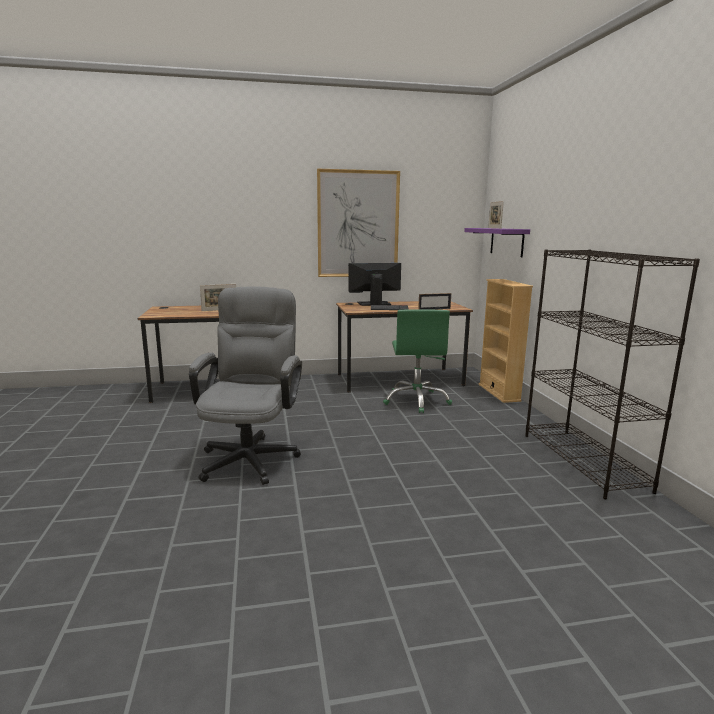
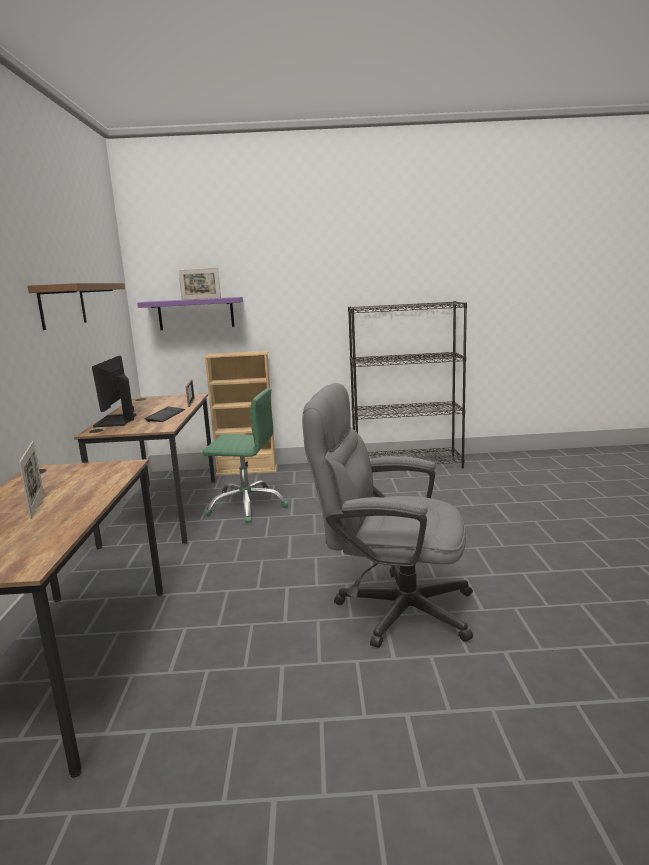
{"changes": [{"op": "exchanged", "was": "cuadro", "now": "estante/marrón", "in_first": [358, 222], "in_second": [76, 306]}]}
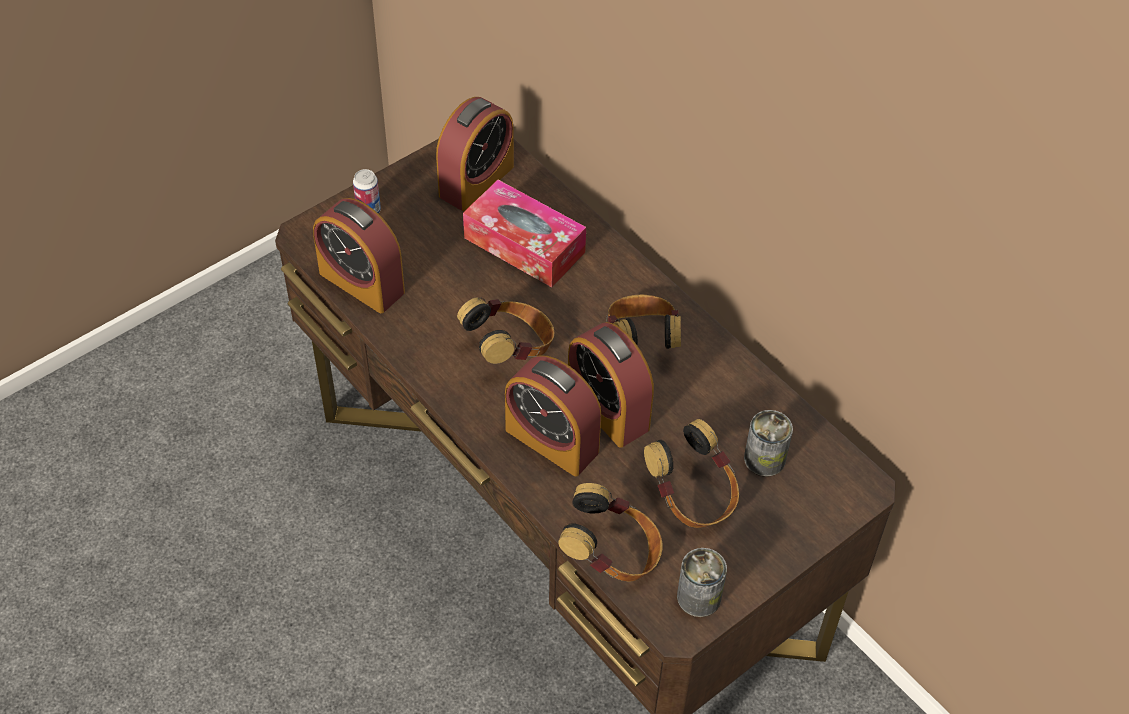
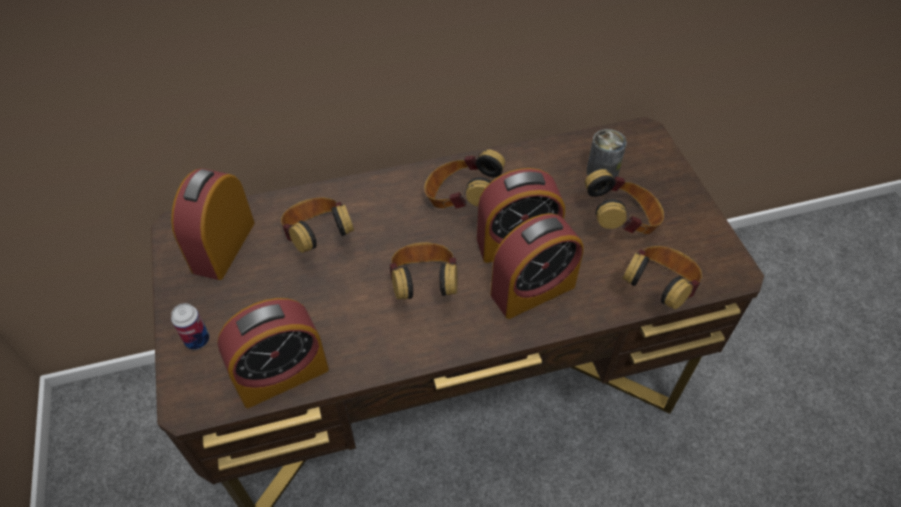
{"changes": [{"op": "spun", "was": "despertador", "in_first": [475, 154], "in_second": [213, 224], "clockwise": -135}, {"op": "exchanged", "was": "caja de pañuelos", "now": "auriculares", "in_first": [524, 233], "in_second": [317, 225]}, {"op": "missing", "was": "lata", "in_first": [702, 582]}]}
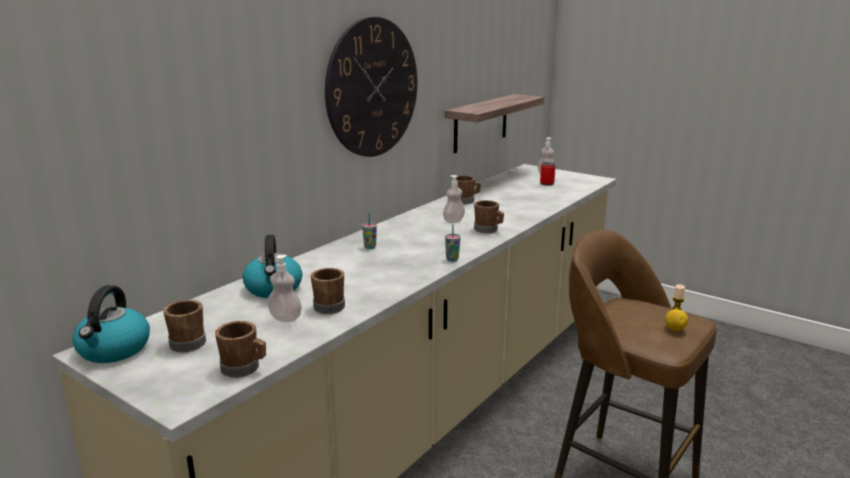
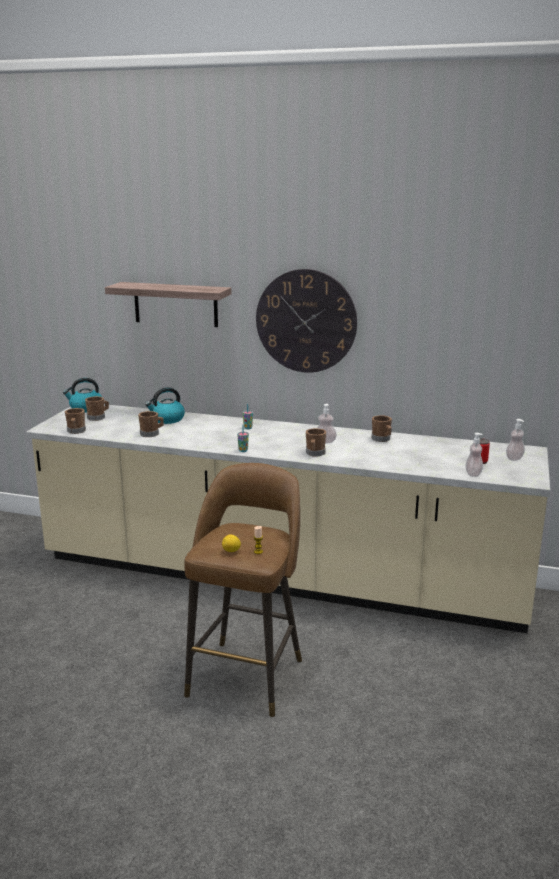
{"changes": [{"op": "relocated", "was": "estante", "in_first": [494, 123], "in_second": [168, 304]}, {"op": "relocated", "was": "dispensador de jabón", "in_first": [284, 288], "in_second": [474, 455]}]}
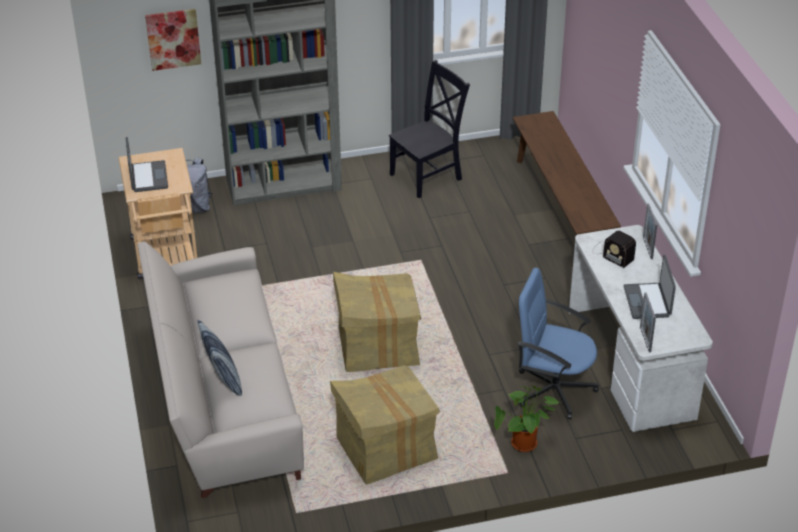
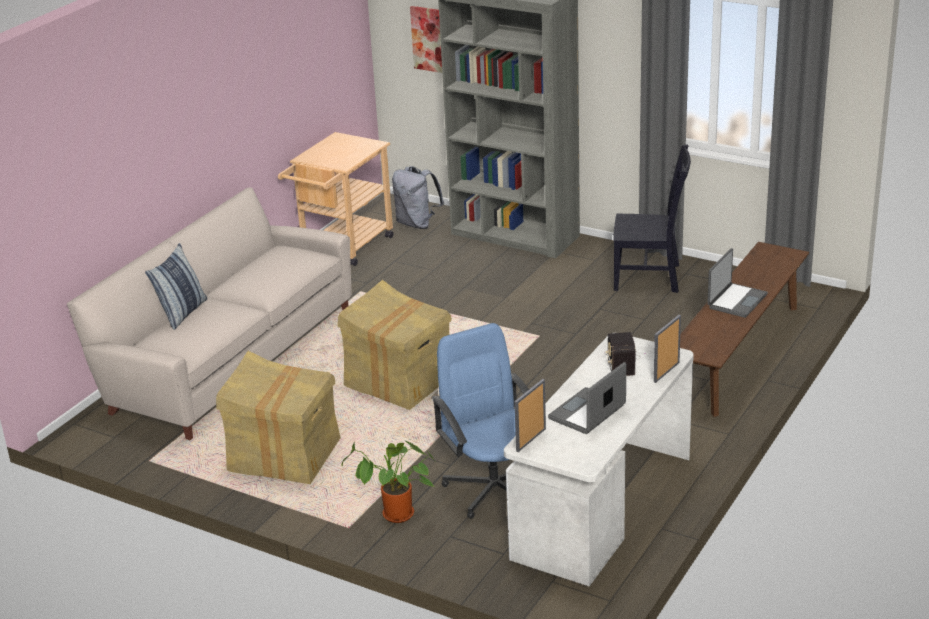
{"changes": [{"op": "relocated", "was": "portátil", "in_first": [147, 164], "in_second": [737, 283]}]}
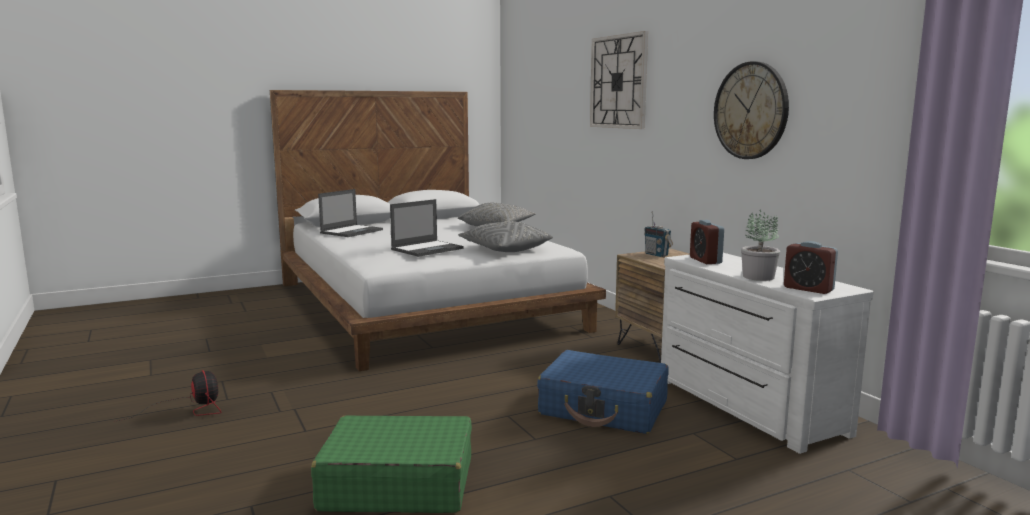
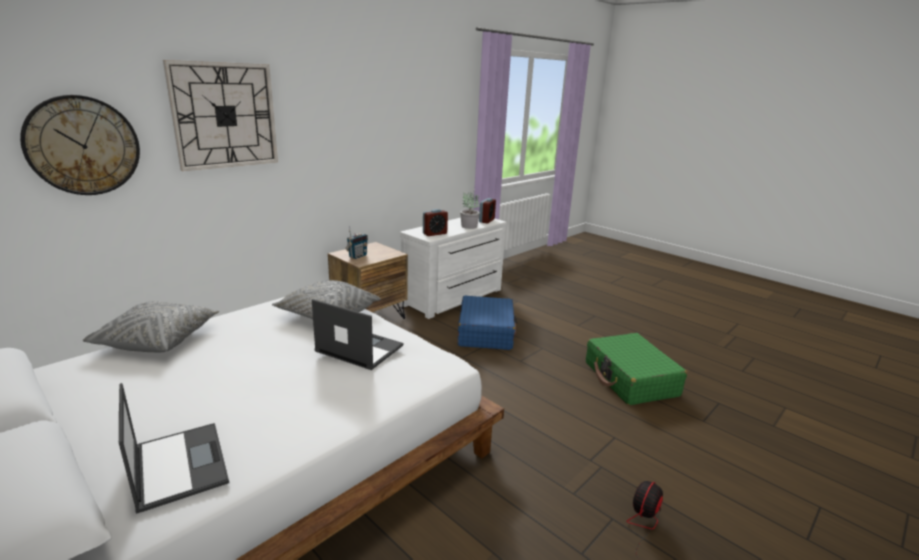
{"changes": [{"op": "relocated", "was": "reloj de pared", "in_first": [751, 110], "in_second": [80, 145]}, {"op": "spun", "was": "portátil", "in_first": [350, 213], "in_second": [174, 448], "clockwise": 45}]}
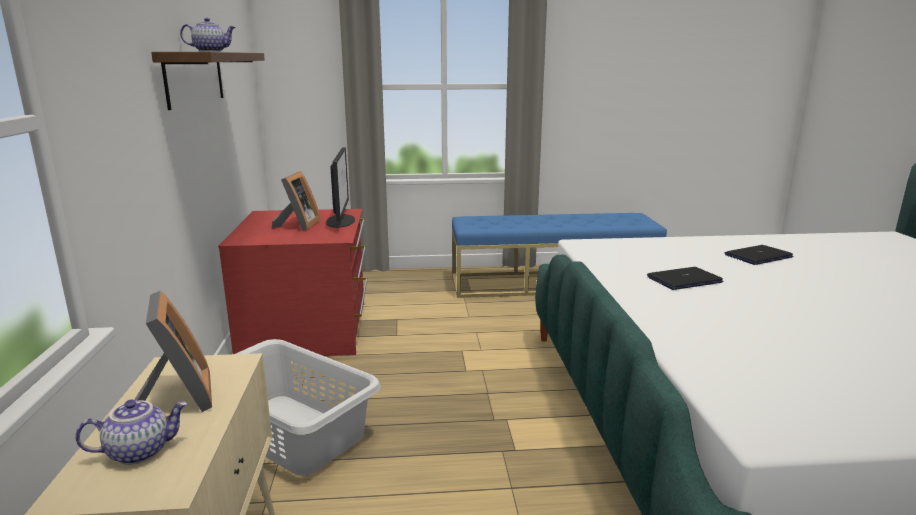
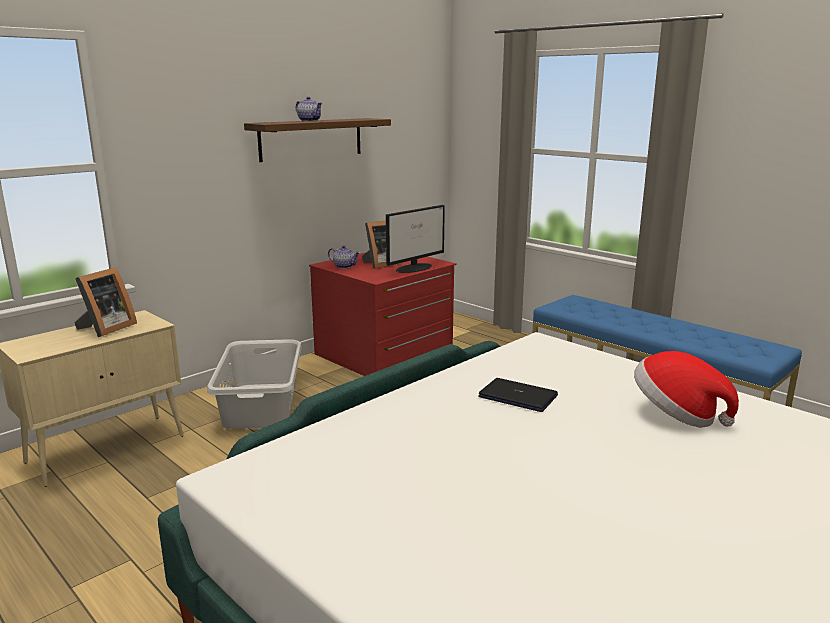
{"changes": [{"op": "exchanged", "was": "portátil", "now": "sombrero", "in_first": [759, 255], "in_second": [686, 389]}, {"op": "relocated", "was": "tetera", "in_first": [131, 432], "in_second": [344, 257]}]}
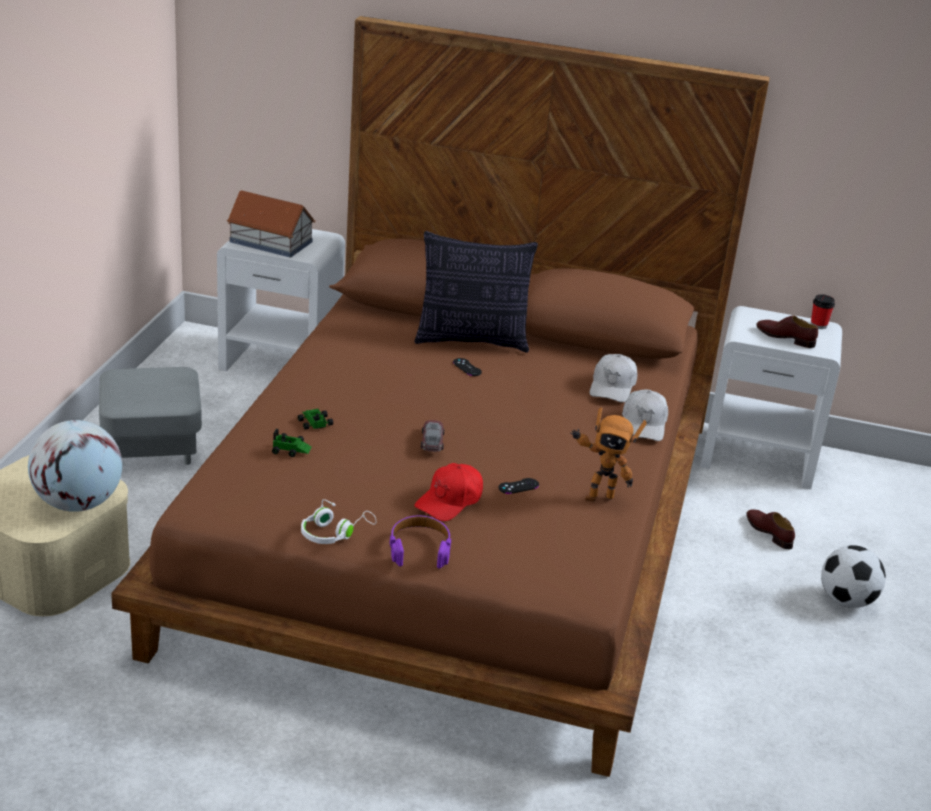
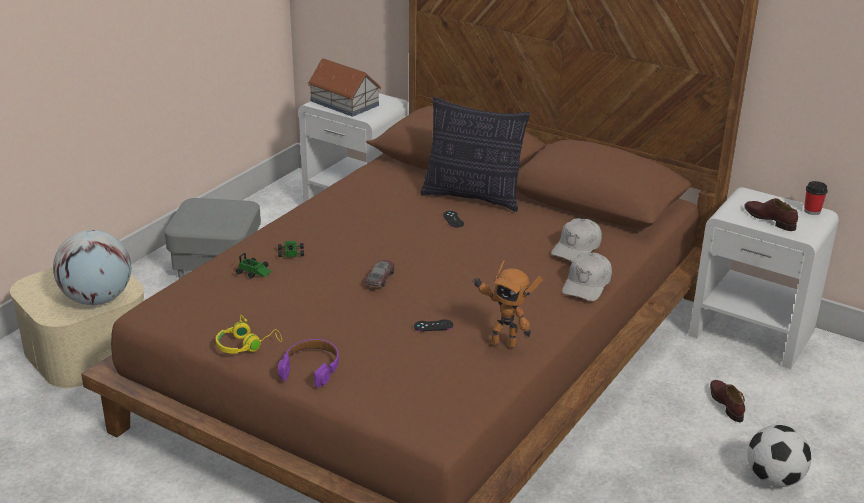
{"changes": [{"op": "missing", "was": "gorra/rojo", "in_first": [448, 492]}, {"op": "colour", "was": "auriculares/blanco", "now": "auriculares/amarillo", "in_first": [338, 521], "in_second": [249, 334]}]}
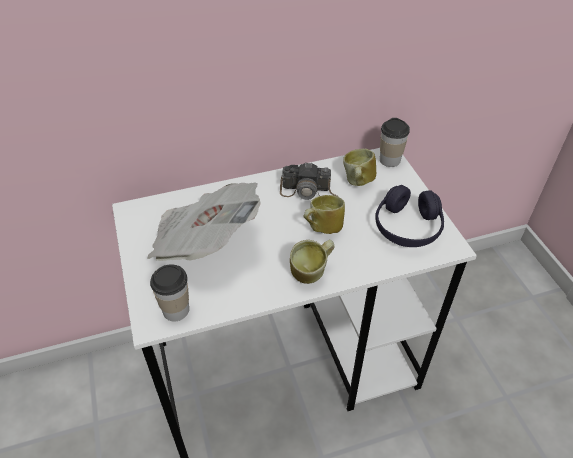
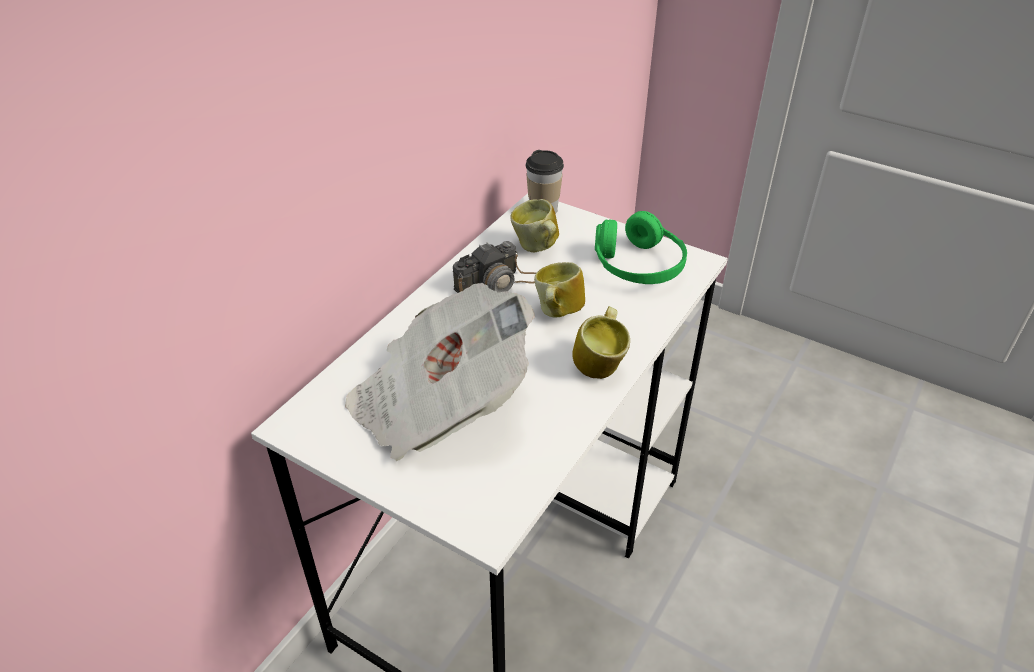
{"changes": [{"op": "colour", "was": "auriculares/morado", "now": "auriculares/verde", "in_first": [409, 216], "in_second": [641, 247]}, {"op": "missing", "was": "taza", "in_first": [169, 292]}]}
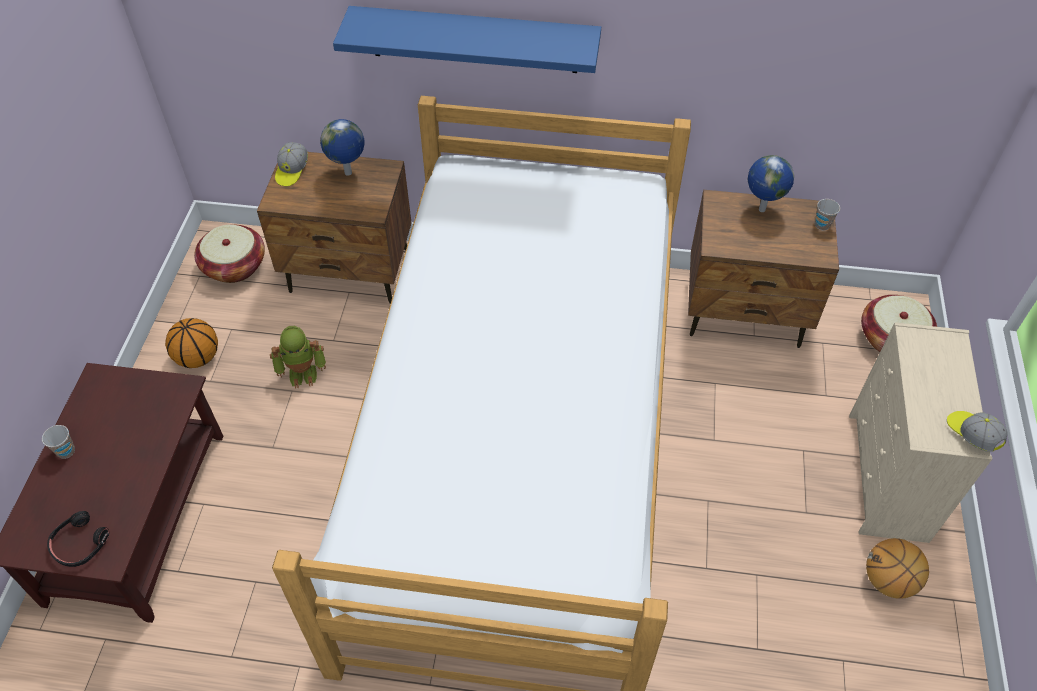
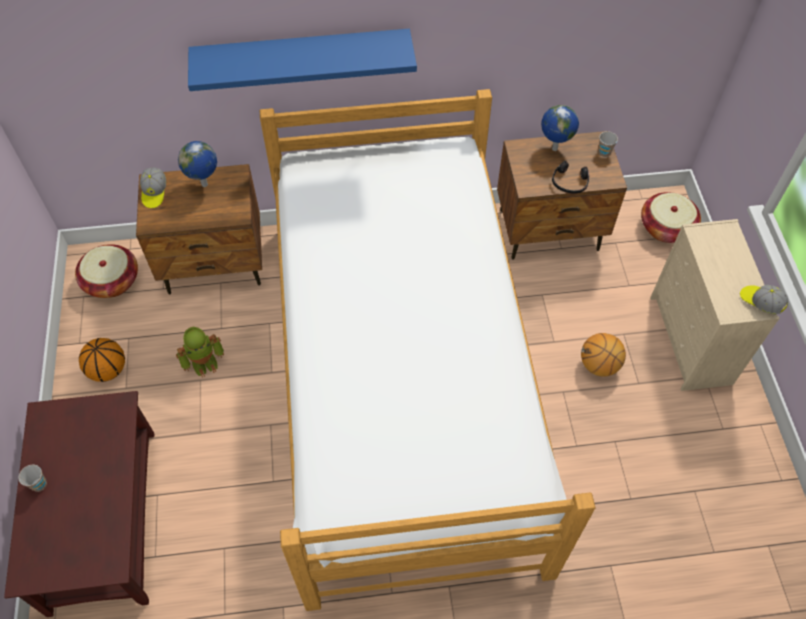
{"changes": [{"op": "relocated", "was": "auriculares/negro", "in_first": [78, 539], "in_second": [570, 177]}, {"op": "relocated", "was": "balón de baloncesto", "in_first": [897, 568], "in_second": [603, 354]}]}
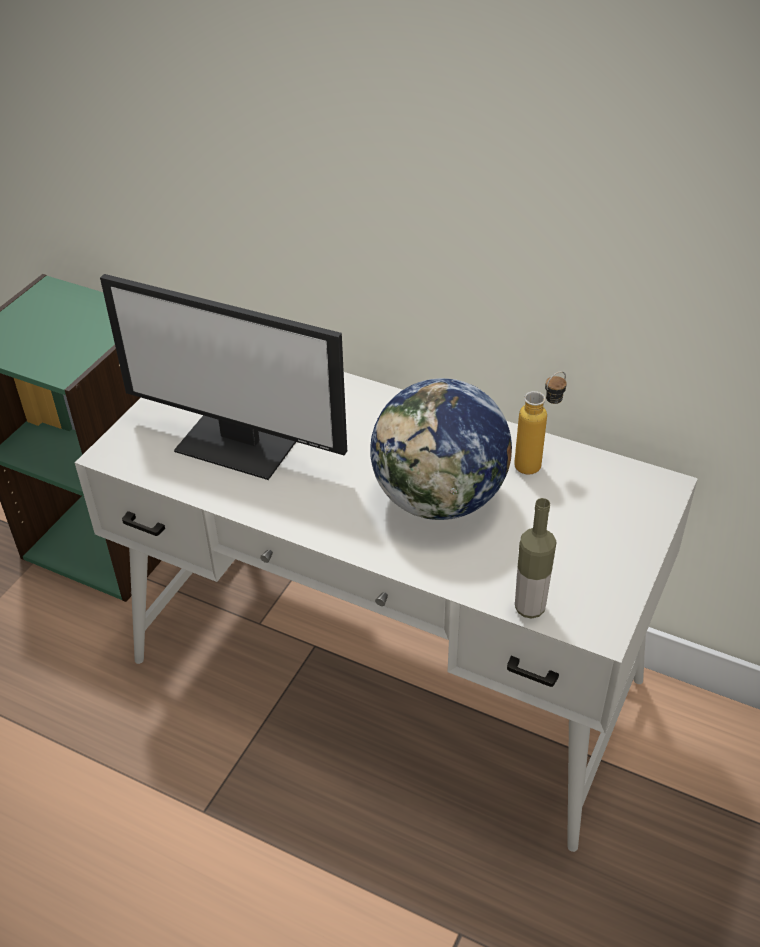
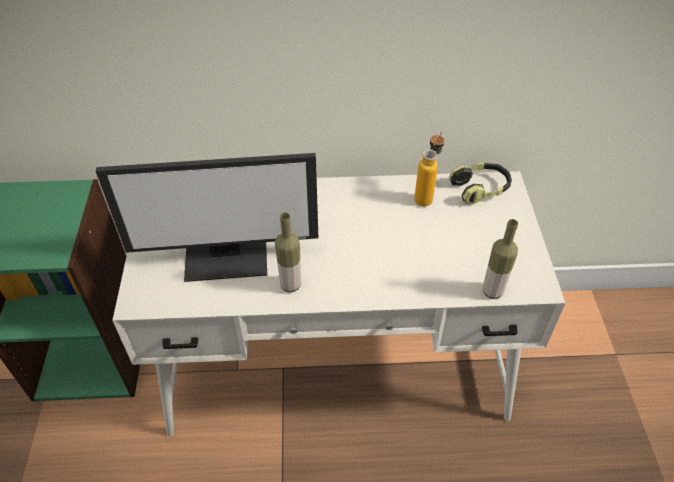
{"changes": [{"op": "missing", "was": "globo terráqueo", "in_first": [441, 449]}, {"op": "appeared", "now": "auriculares", "in_second": [480, 183]}, {"op": "appeared", "now": "botella", "in_second": [288, 252]}]}
